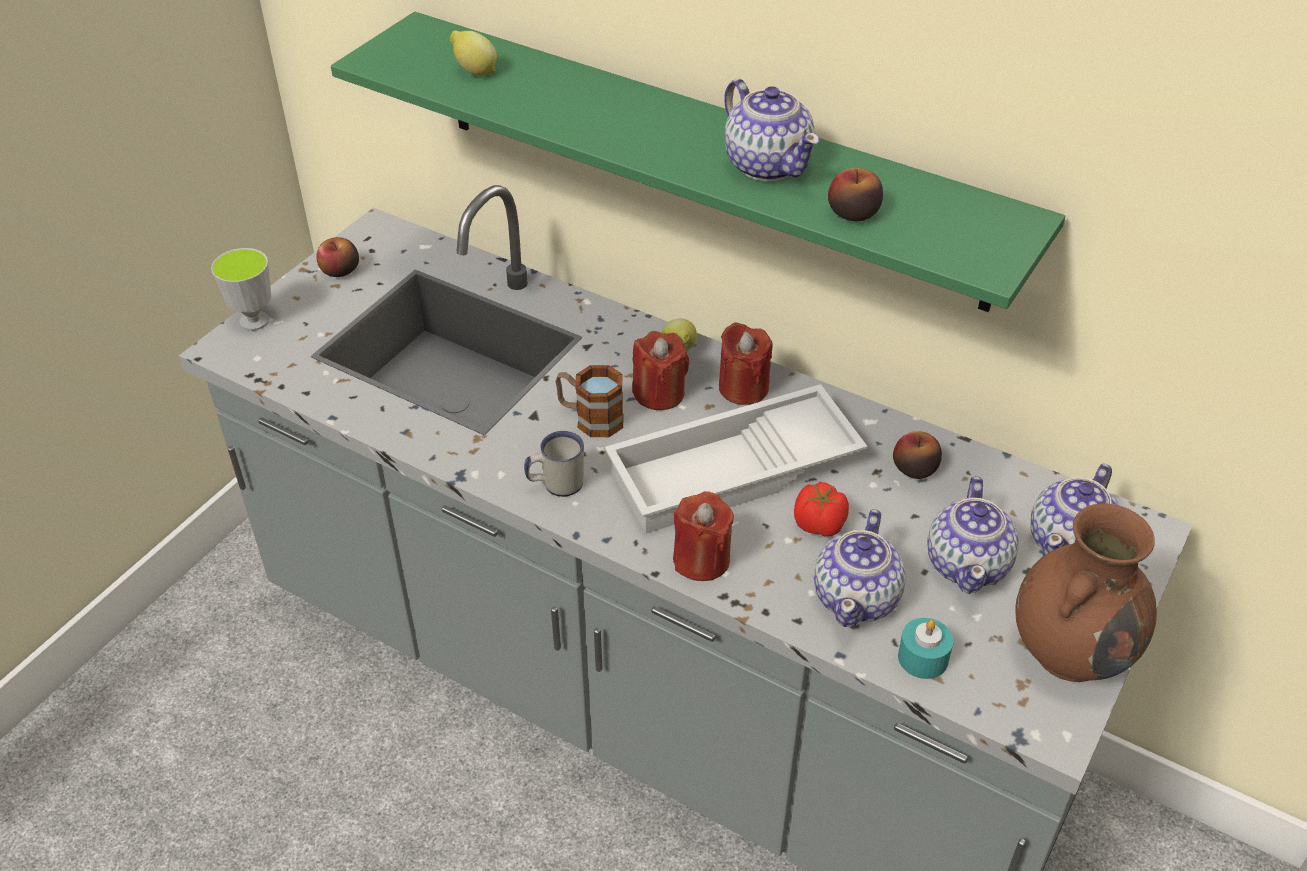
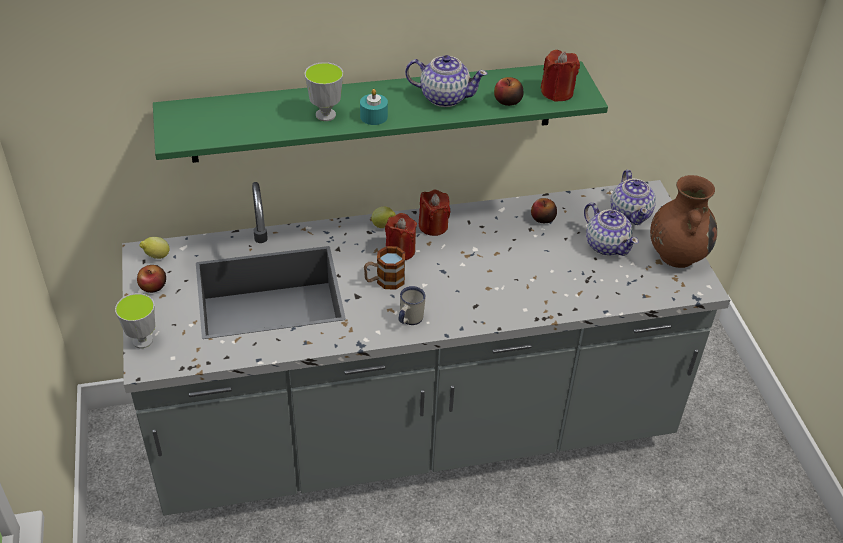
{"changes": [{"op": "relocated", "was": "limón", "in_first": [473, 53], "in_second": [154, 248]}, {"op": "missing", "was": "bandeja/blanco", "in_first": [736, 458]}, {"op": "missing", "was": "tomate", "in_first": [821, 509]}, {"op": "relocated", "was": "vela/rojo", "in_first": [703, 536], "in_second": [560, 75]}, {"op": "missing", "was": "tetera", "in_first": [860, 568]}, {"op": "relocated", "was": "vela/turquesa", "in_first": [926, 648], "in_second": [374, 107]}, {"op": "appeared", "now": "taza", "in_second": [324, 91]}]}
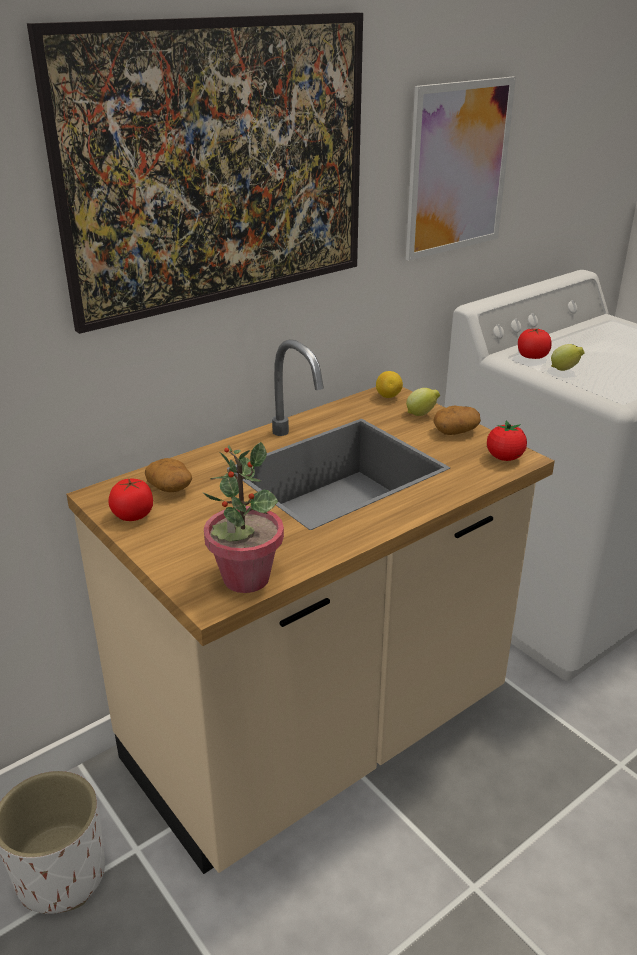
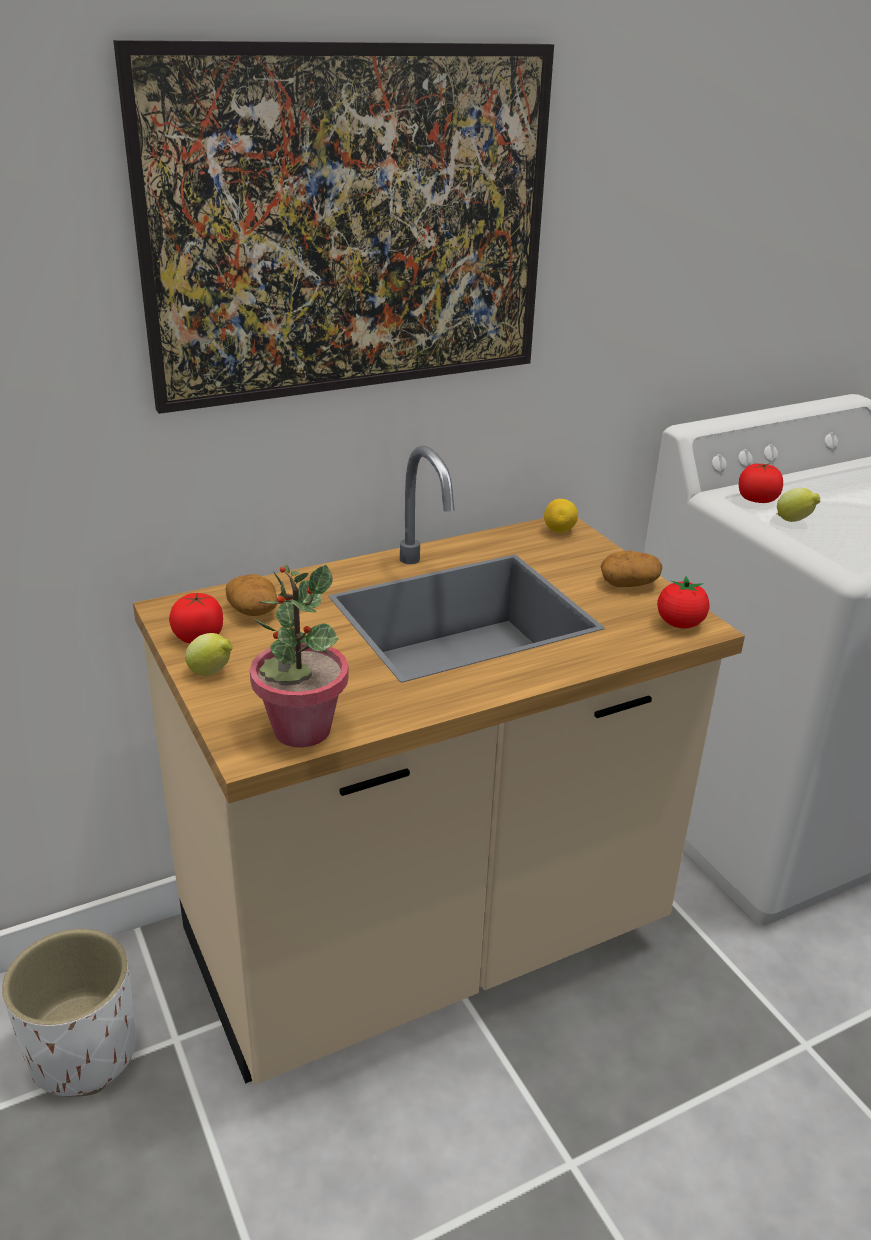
{"changes": [{"op": "missing", "was": "cuadro", "in_first": [461, 169]}, {"op": "relocated", "was": "limón", "in_first": [423, 402], "in_second": [209, 654]}]}
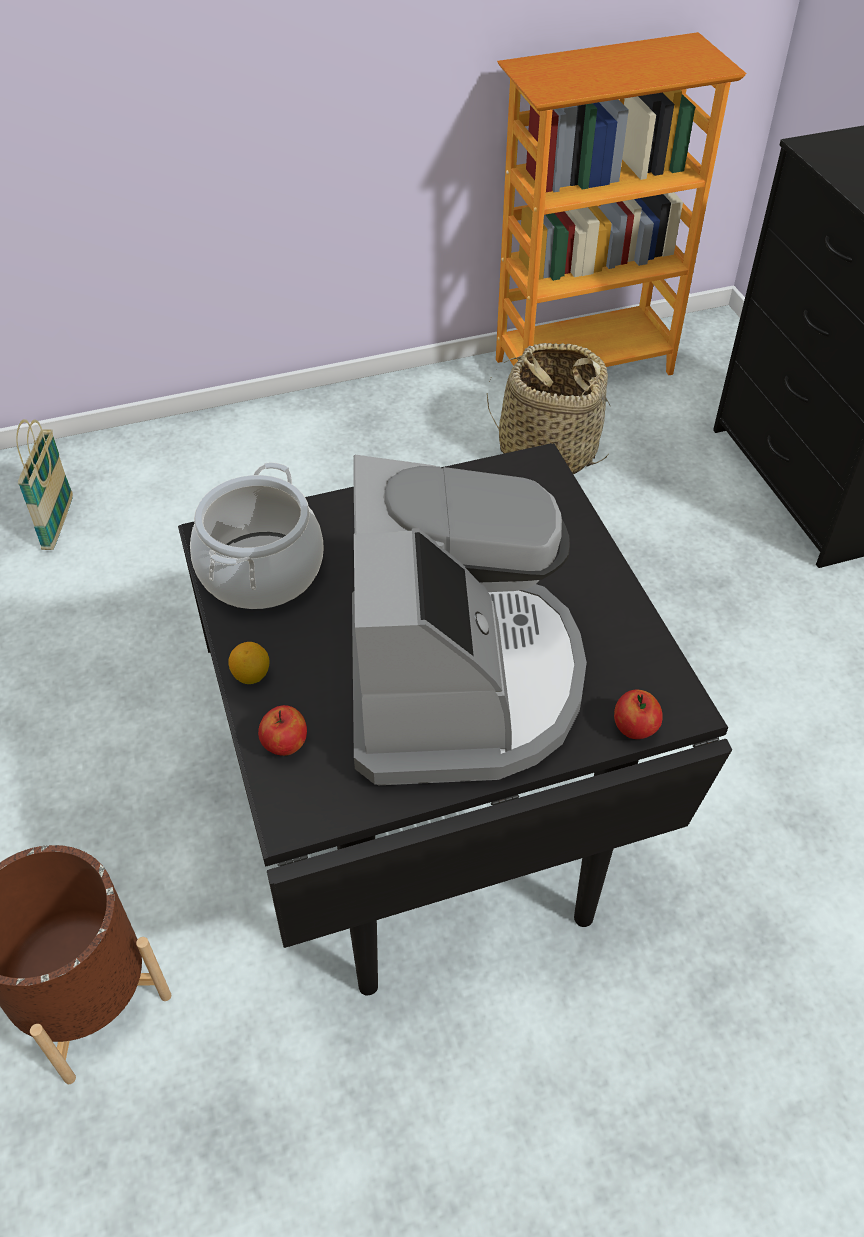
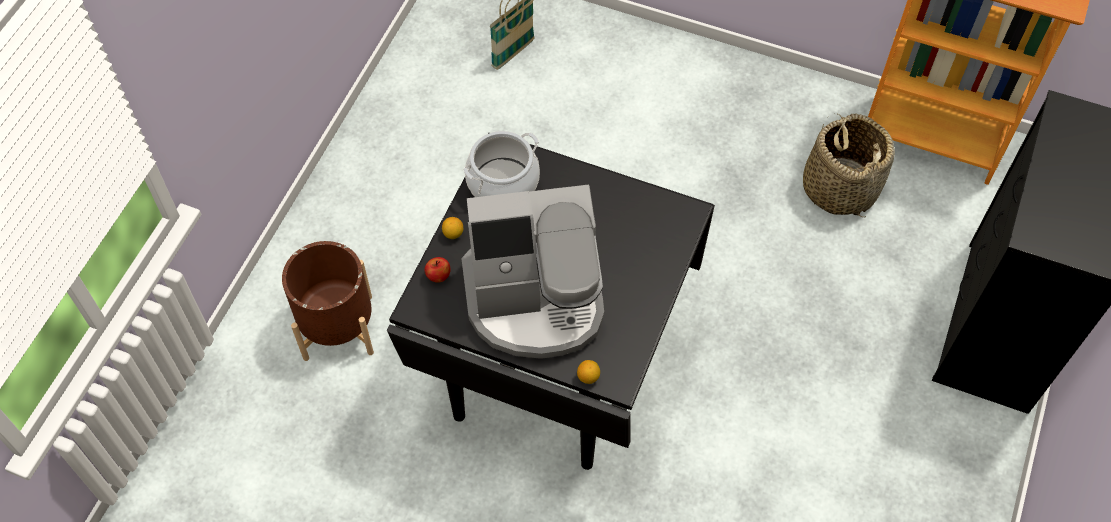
{"changes": [{"op": "spun", "was": "cafetera", "in_first": [469, 620], "in_second": [532, 272], "clockwise": 45}, {"op": "exchanged", "was": "manzana", "now": "limón", "in_first": [638, 714], "in_second": [588, 372]}]}
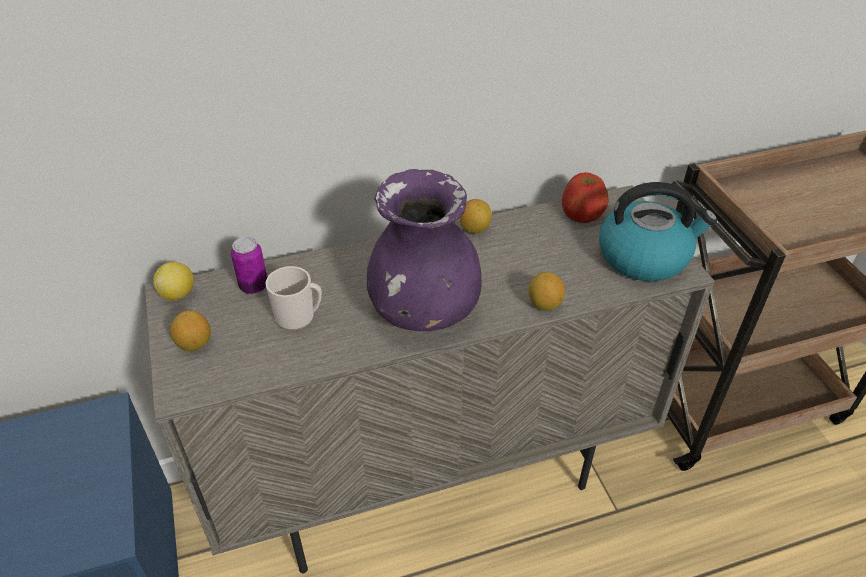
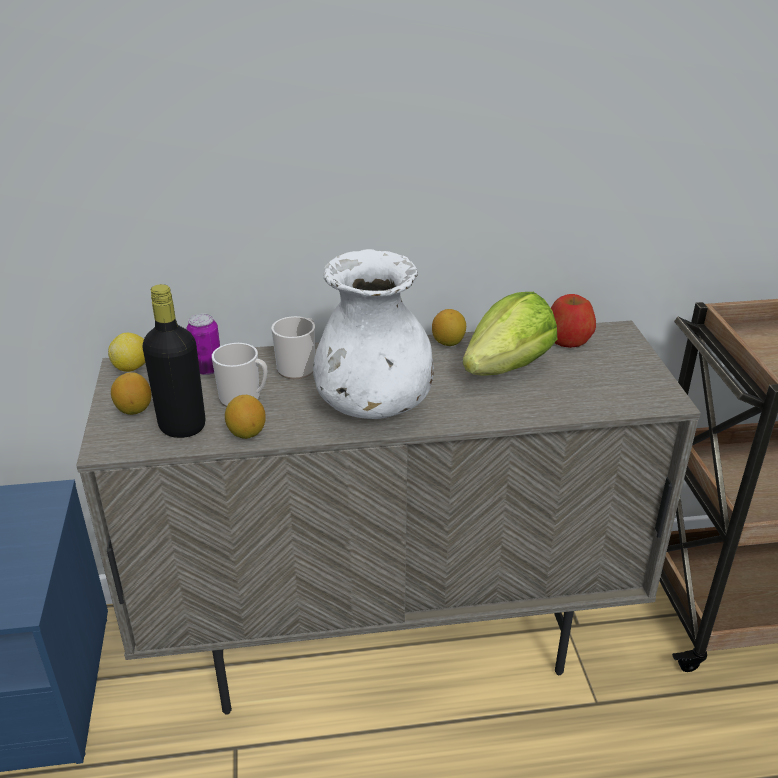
{"changes": [{"op": "colour", "was": "florero/morado", "now": "florero/blanco", "in_first": [424, 250], "in_second": [373, 334]}, {"op": "missing", "was": "hervidor", "in_first": [658, 231]}, {"op": "relocated", "was": "limón", "in_first": [547, 291], "in_second": [245, 417]}, {"op": "appeared", "now": "botella/negro", "in_second": [174, 361]}, {"op": "appeared", "now": "lechuga", "in_second": [510, 333]}, {"op": "appeared", "now": "taza grande", "in_second": [293, 347]}]}
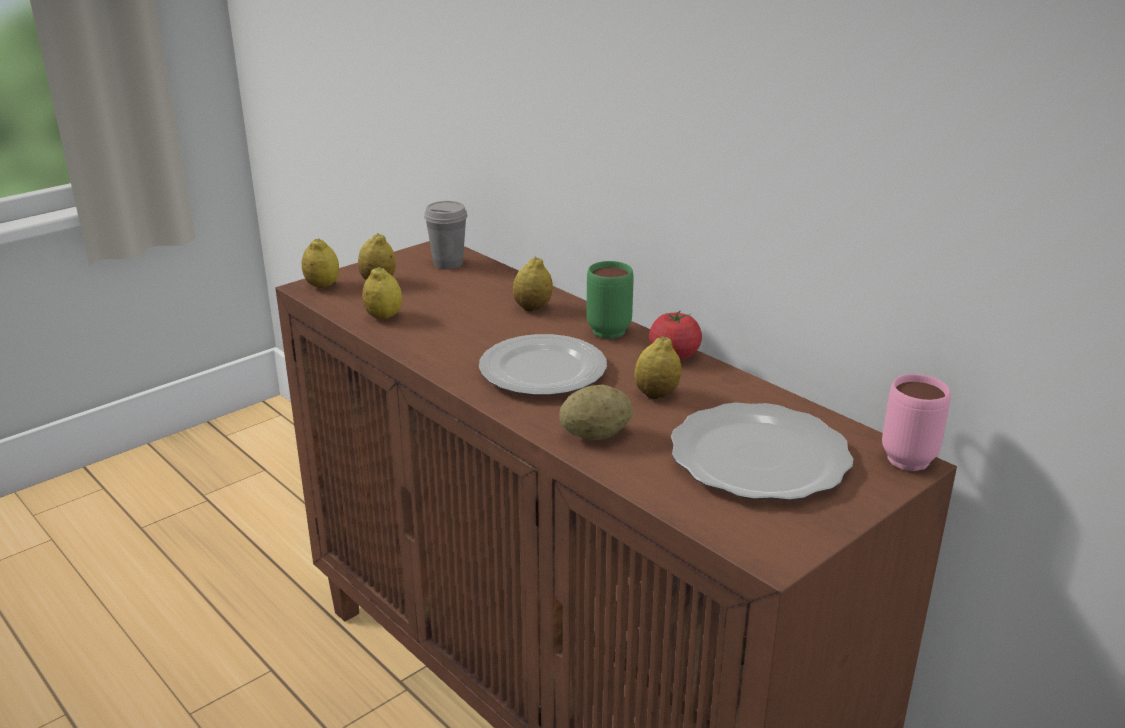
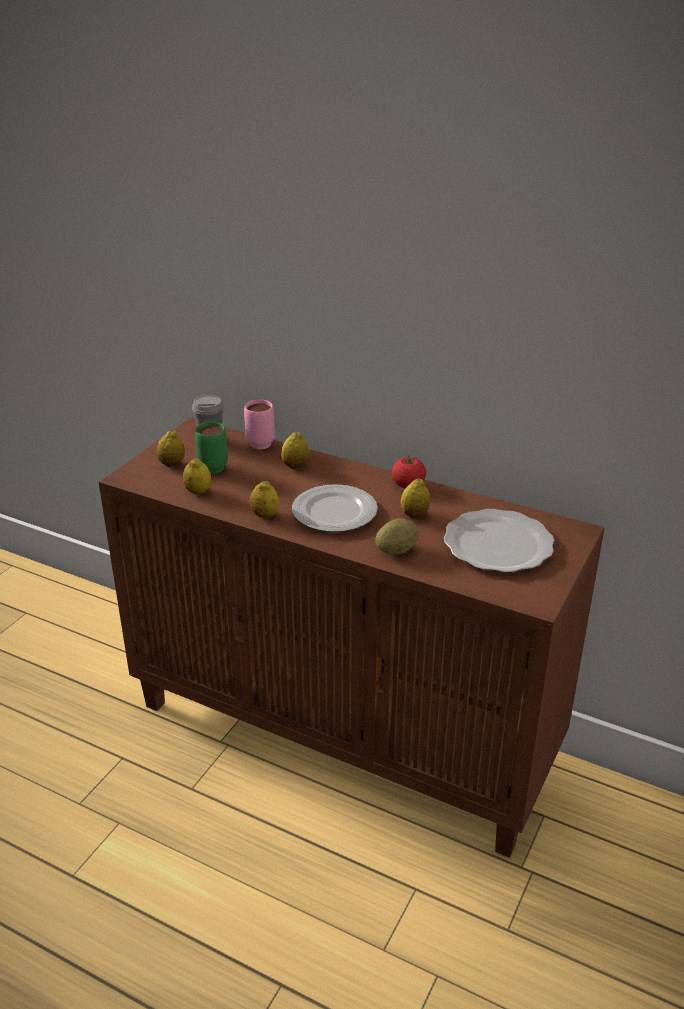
{"changes": [{"op": "relocated", "was": "limón", "in_first": [320, 263], "in_second": [264, 499]}, {"op": "relocated", "was": "taza grande/verde", "in_first": [609, 300], "in_second": [211, 448]}, {"op": "relocated", "was": "taza grande/rosa", "in_first": [916, 422], "in_second": [259, 425]}]}
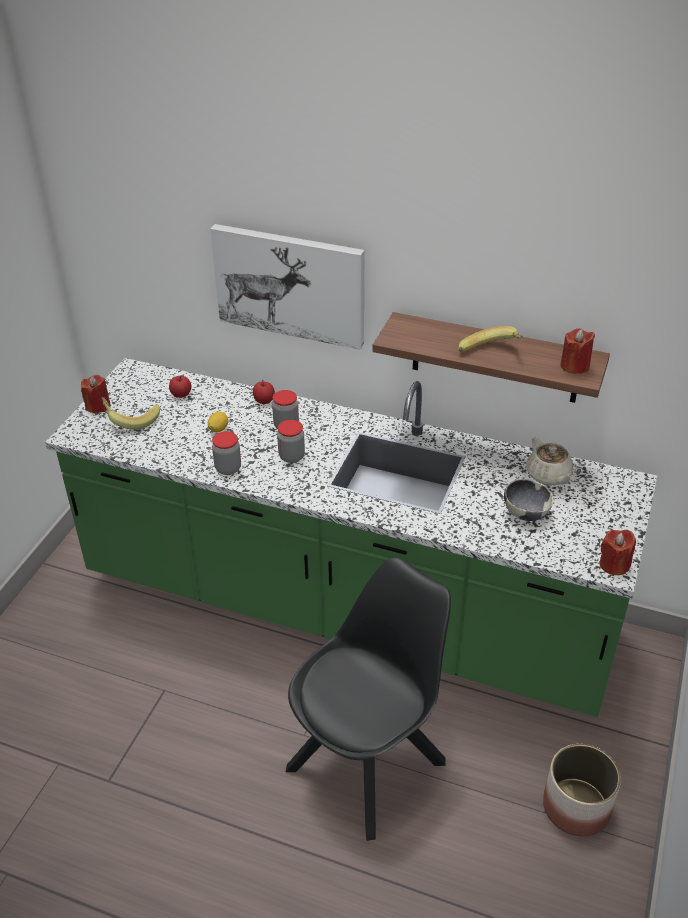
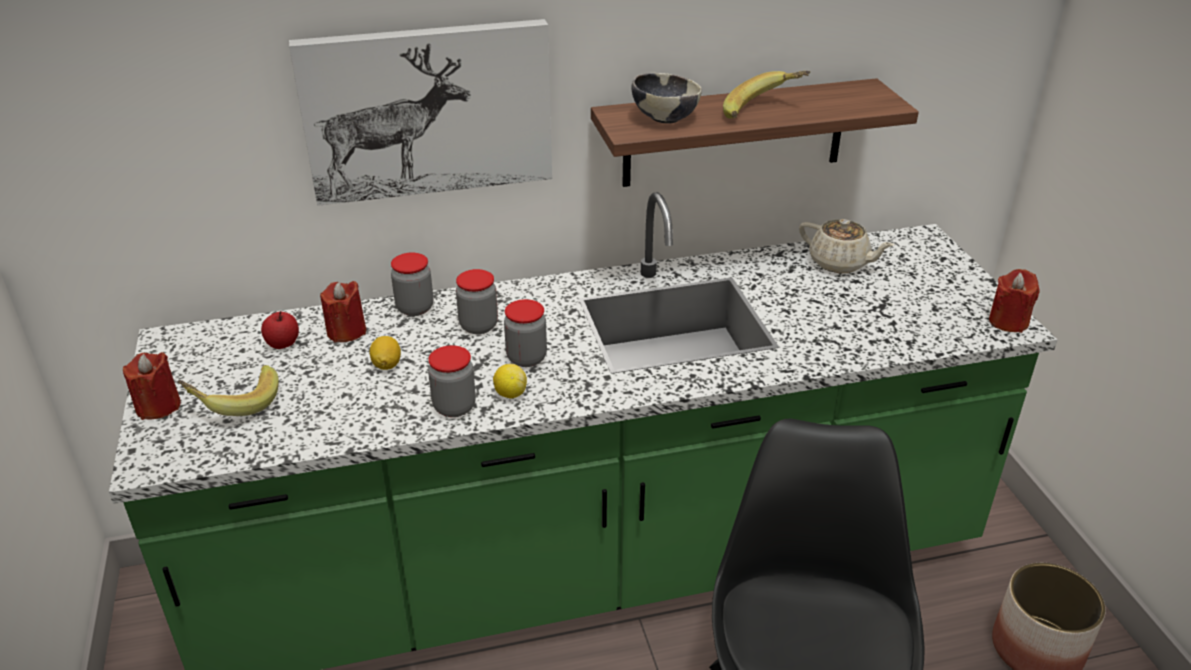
{"changes": [{"op": "relocated", "was": "vela/rojo", "in_first": [577, 351], "in_second": [343, 312]}, {"op": "exchanged", "was": "manzana", "now": "tarro", "in_first": [264, 392], "in_second": [412, 284]}, {"op": "relocated", "was": "cuenco", "in_first": [529, 500], "in_second": [666, 98]}, {"op": "appeared", "now": "limón", "in_second": [510, 381]}]}
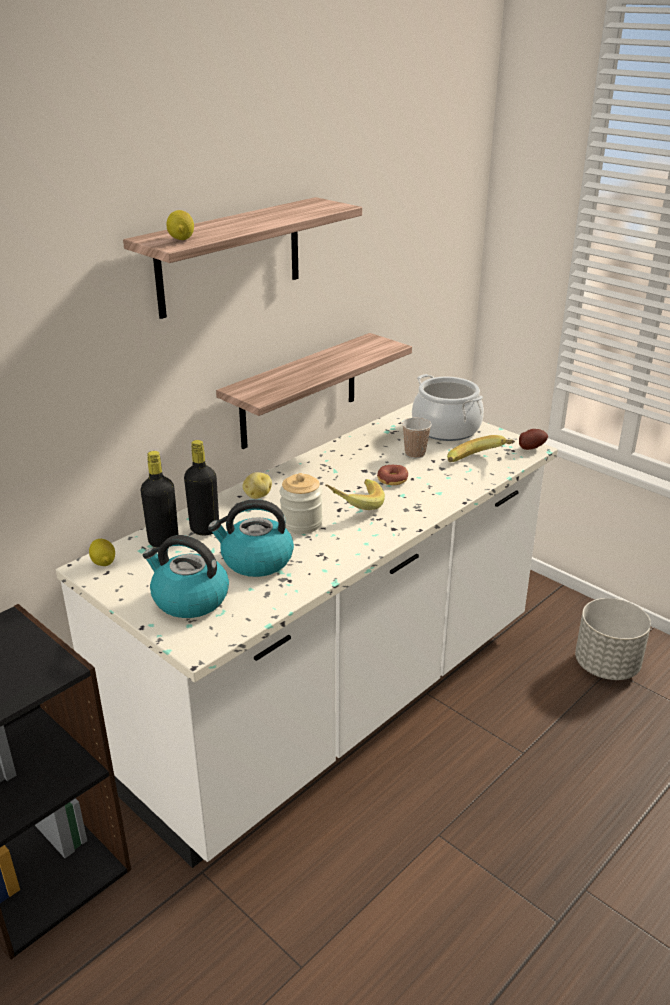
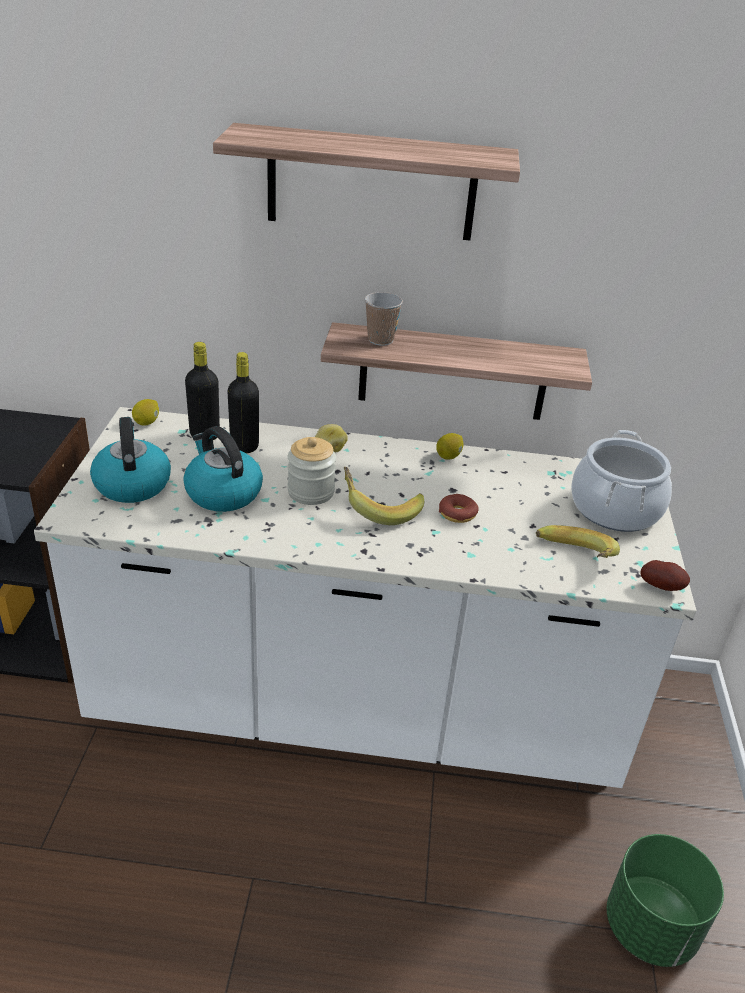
{"changes": [{"op": "relocated", "was": "limón", "in_first": [180, 225], "in_second": [450, 446]}, {"op": "relocated", "was": "taza", "in_first": [417, 437], "in_second": [384, 319]}, {"op": "colour", "was": "maceta/gris", "now": "maceta/verde", "in_first": [613, 639], "in_second": [665, 900]}]}
